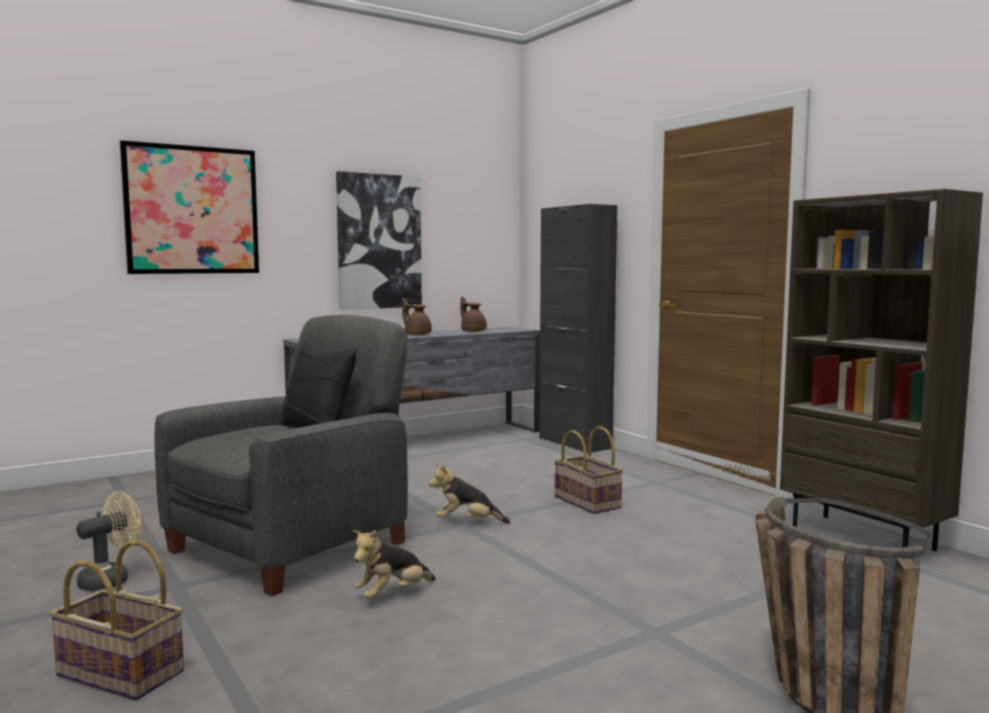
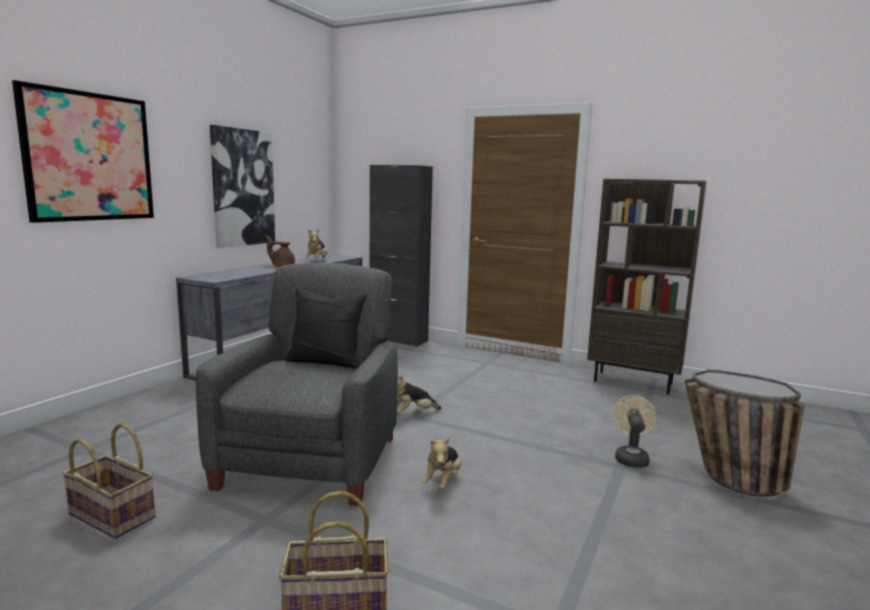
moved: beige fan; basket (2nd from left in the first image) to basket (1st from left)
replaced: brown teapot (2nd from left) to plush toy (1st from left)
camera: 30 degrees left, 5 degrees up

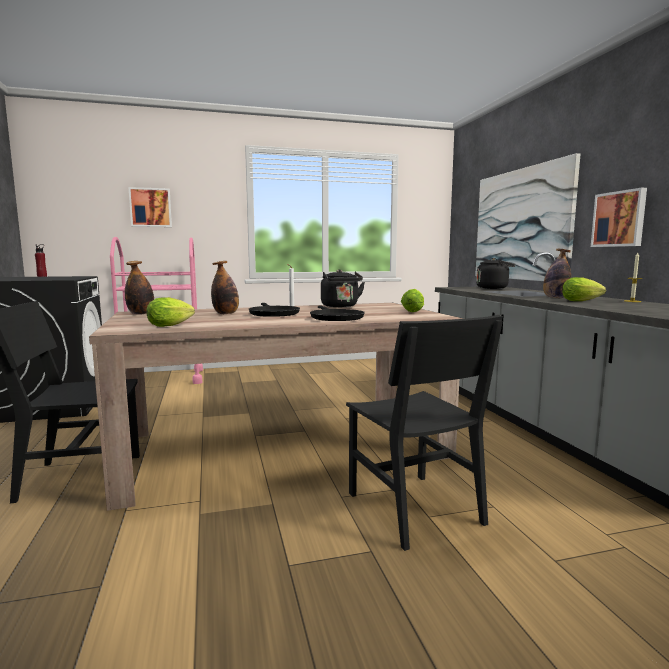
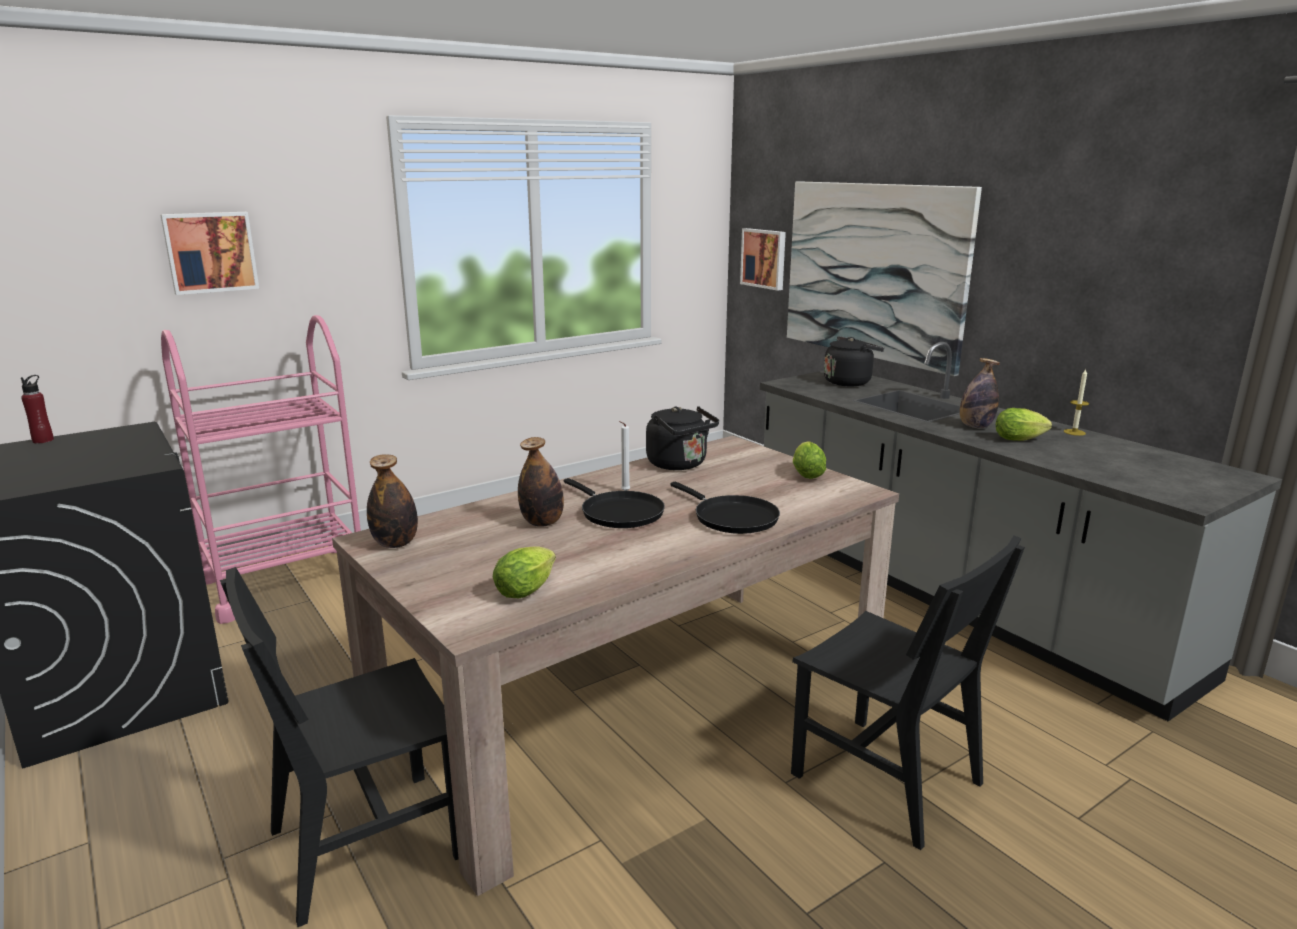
moved: picture (3rd from left in the first image) to picture (2nd from left)
camera: 20 degrees left, 10 degrees up

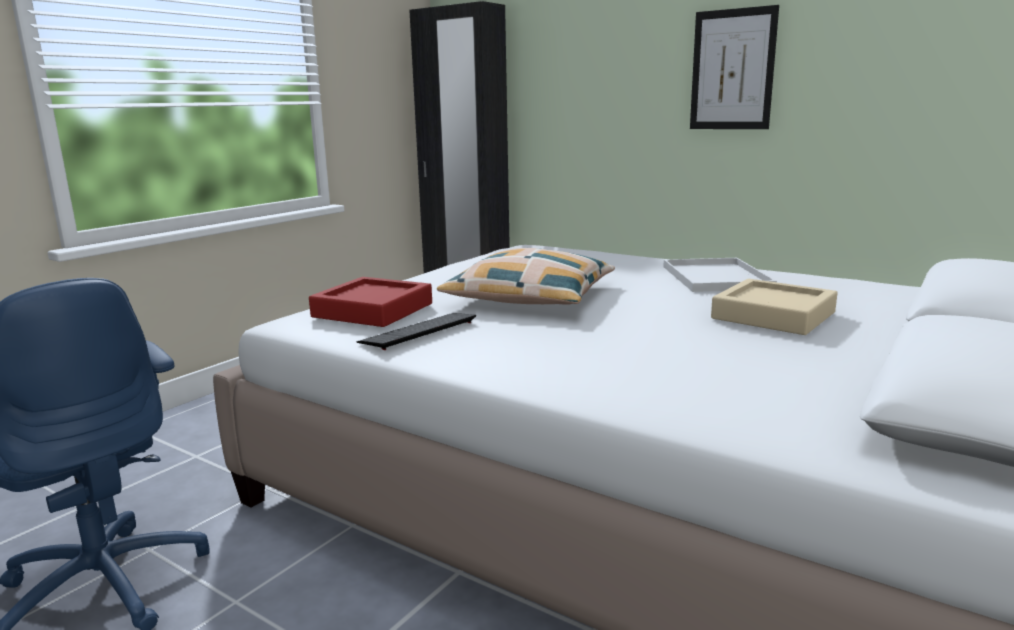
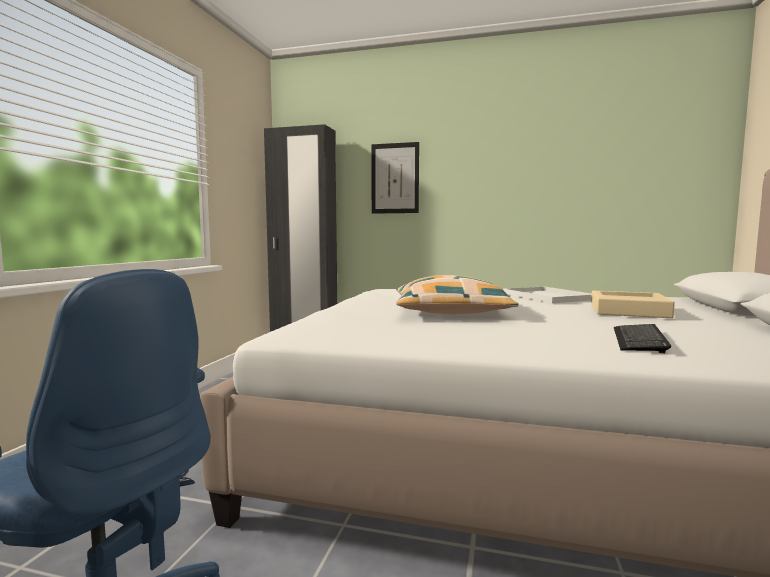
removed: red tray
moved: keyboard; picture
camera: 20 degrees left, 10 degrees down

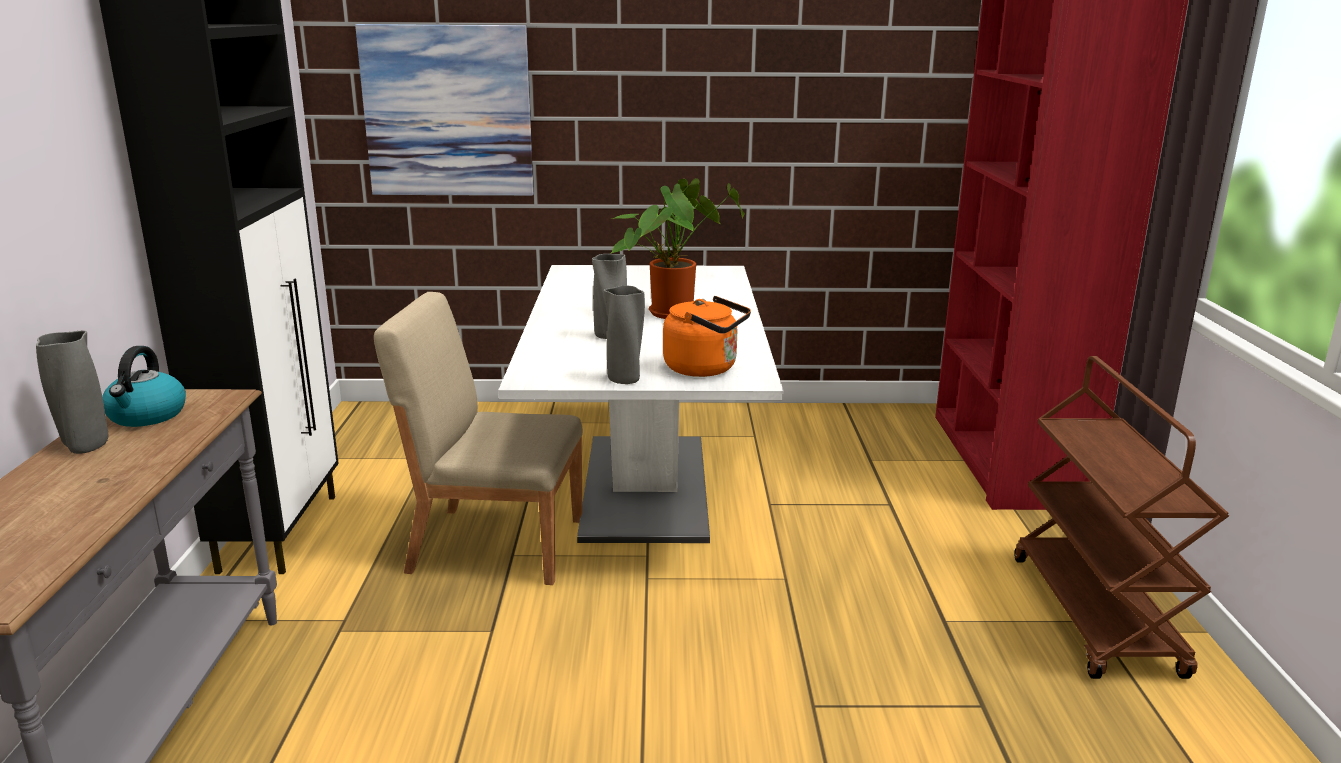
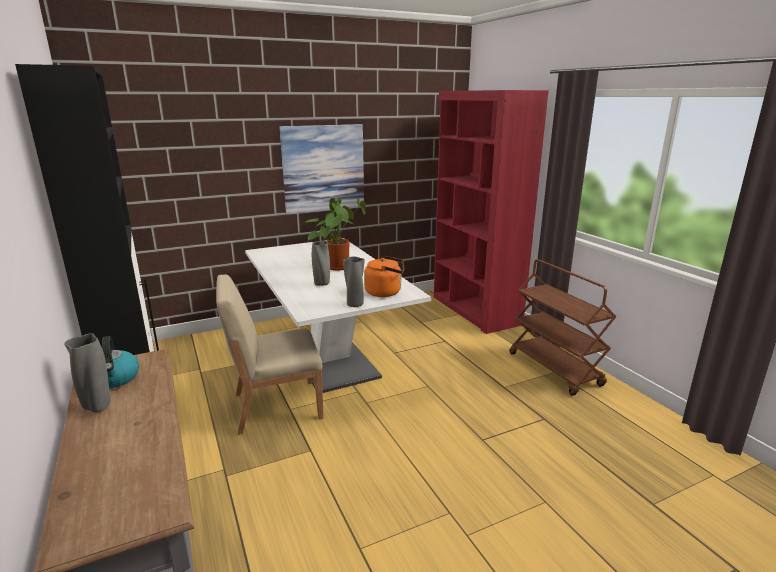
moved: picture
camera: 25 degrees left, 0 degrees up

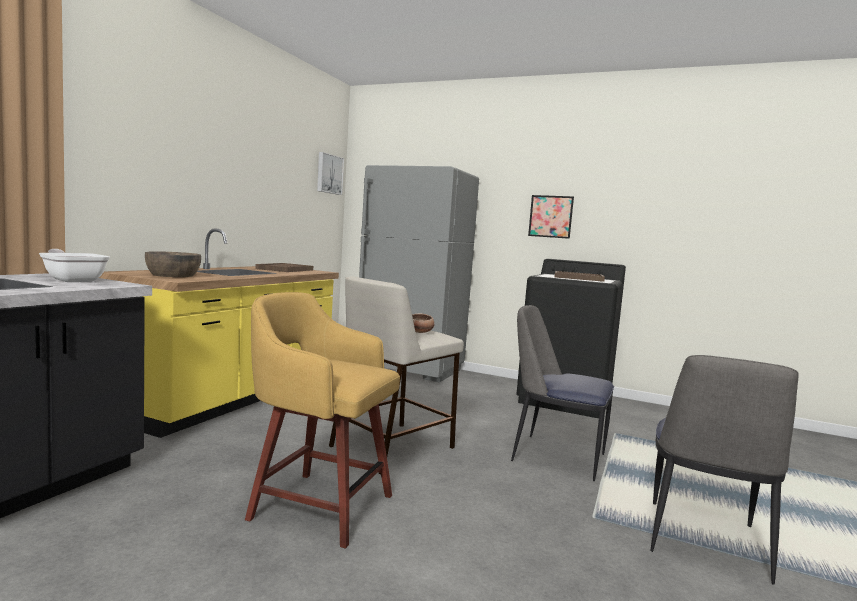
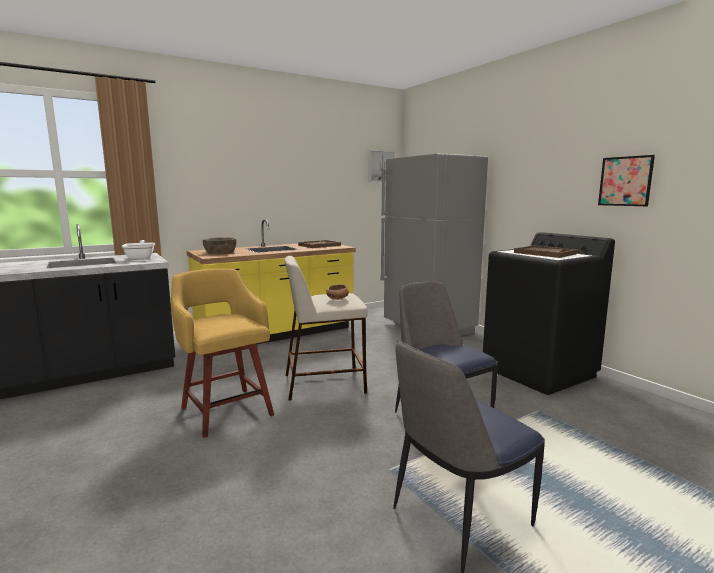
moved: picture (2nd from left)
camera: 35 degrees right, 5 degrees up

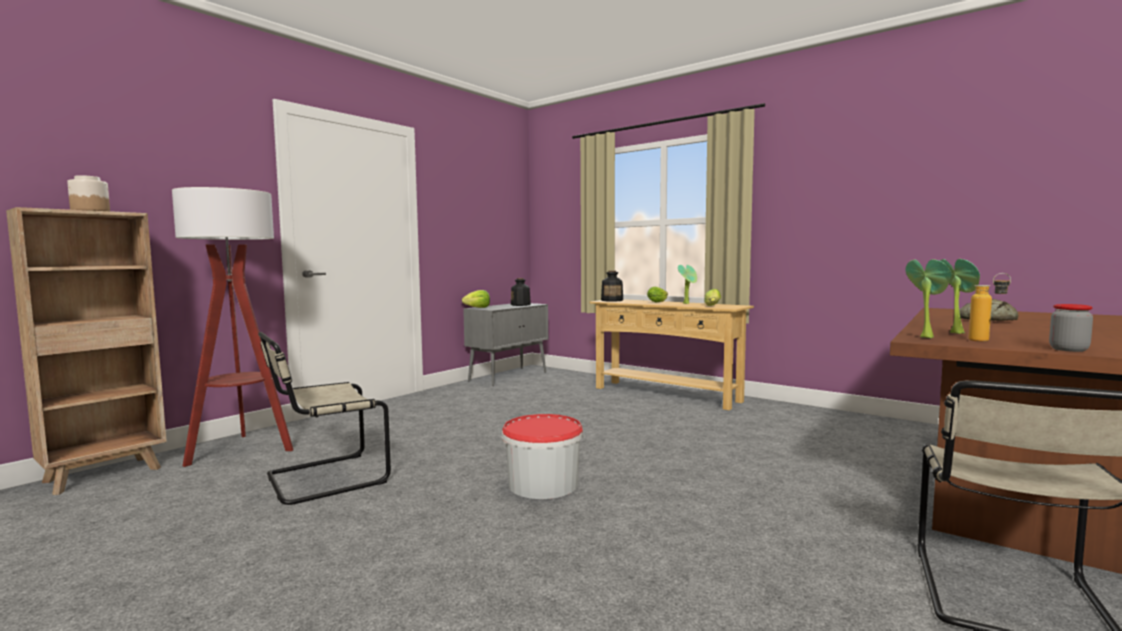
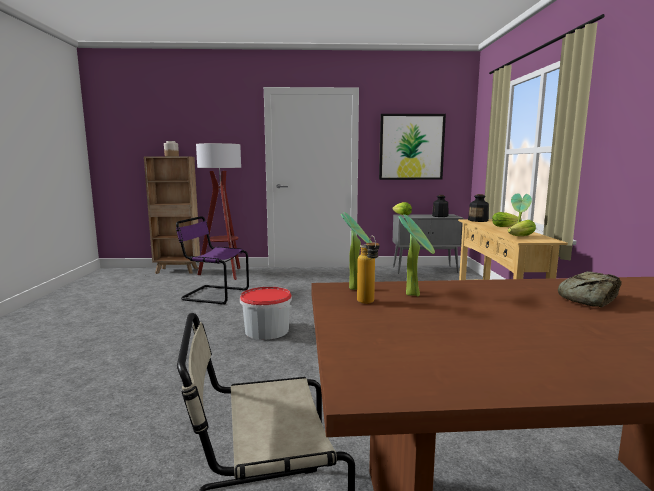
removed: jar (2nd from left)
added: picture
recoloured: beige chair (1st from left) to purple chair
camera: 50 degrees right, 5 degrees up

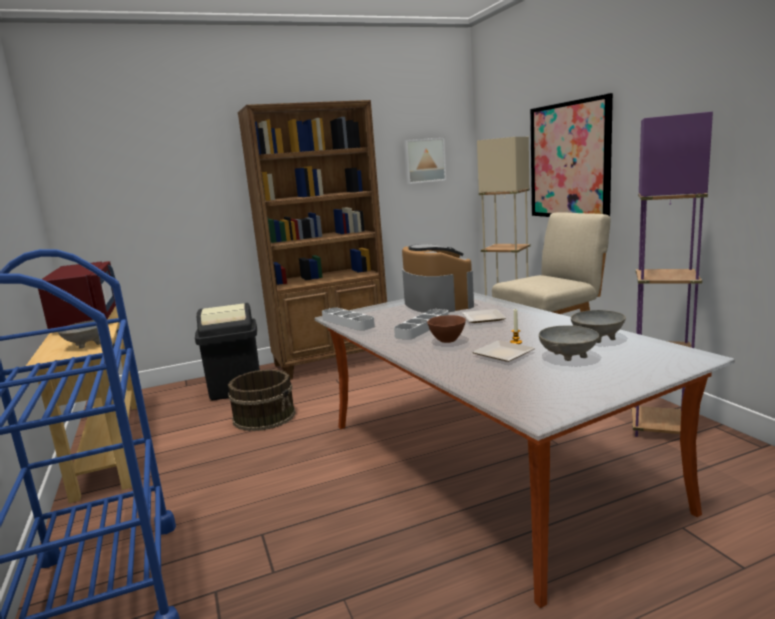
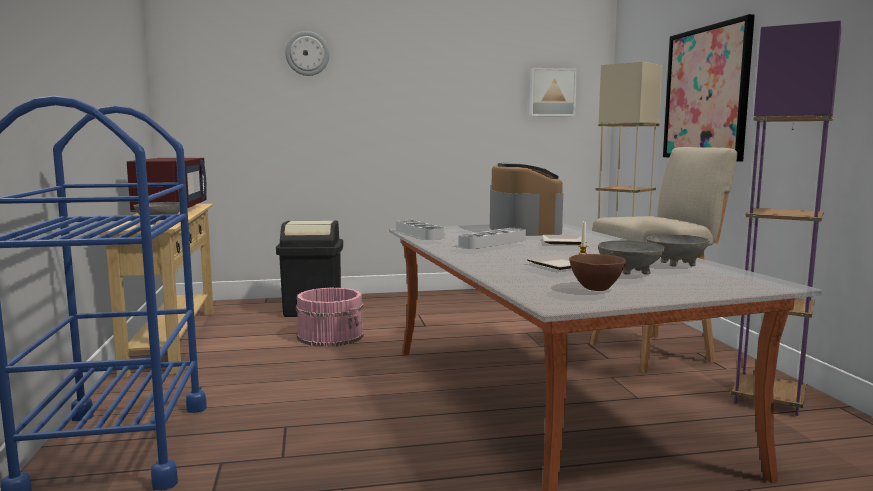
removed: brown bookcase
added: wall clock
moved: brown bowl
recoloured: brown bucket to pink bucket
camera: 10 degrees right, 5 degrees down

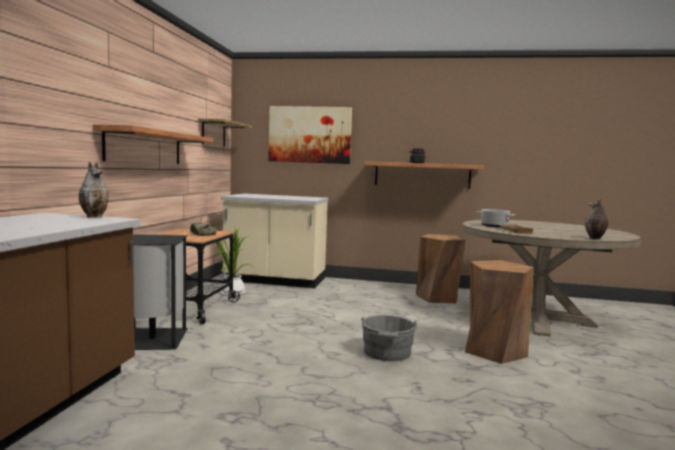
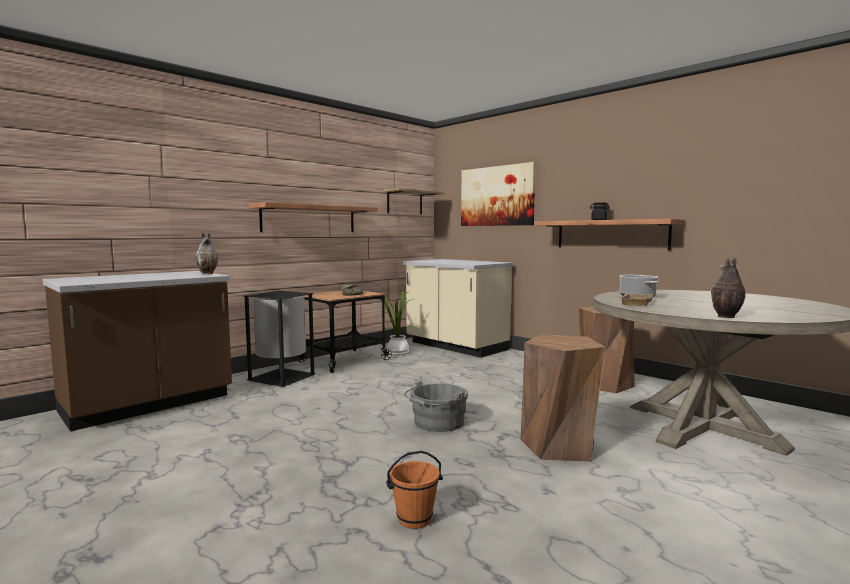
added: orange bucket
camera: 35 degrees right, 0 degrees up

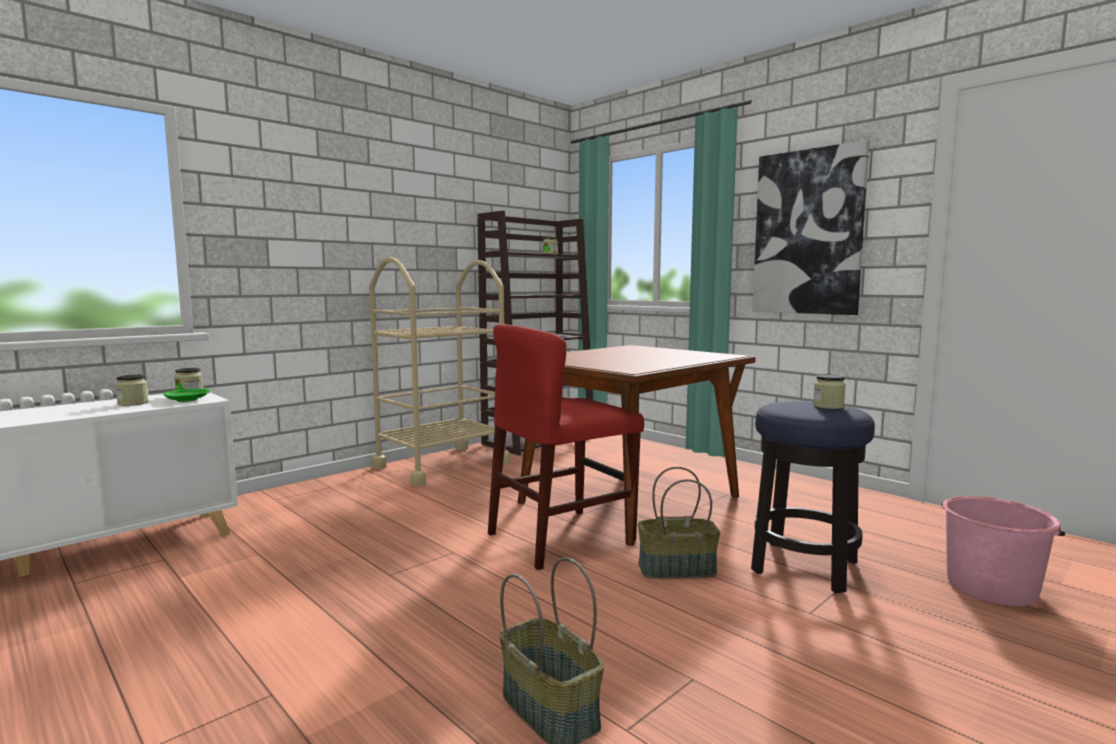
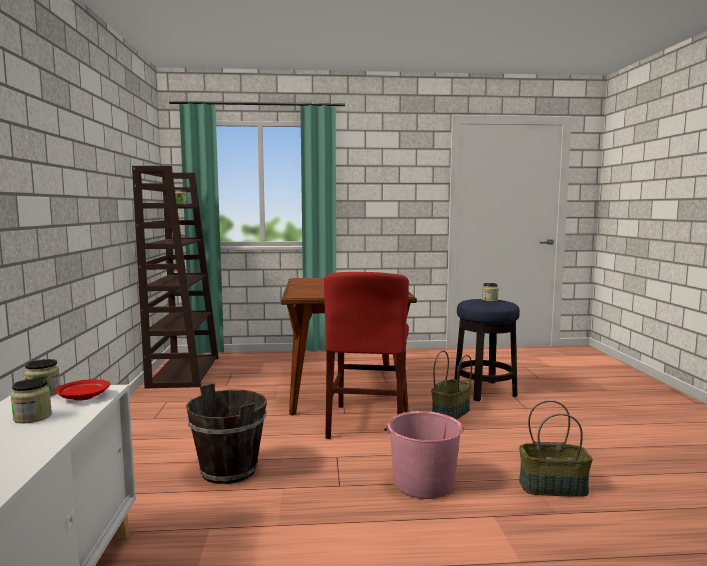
removed: beige cart; picture
added: brown bucket
moved: pink bucket
recoloured: green plate to red plate
camera: 50 degrees left, 0 degrees up

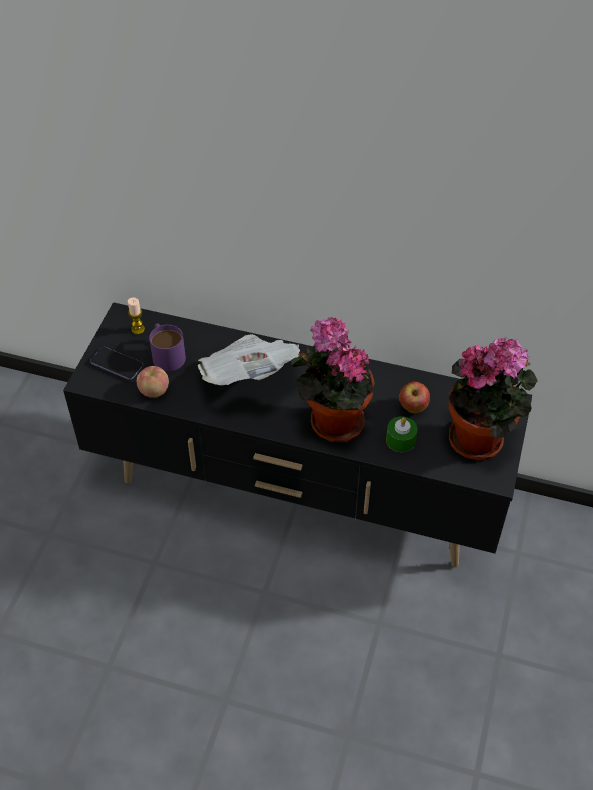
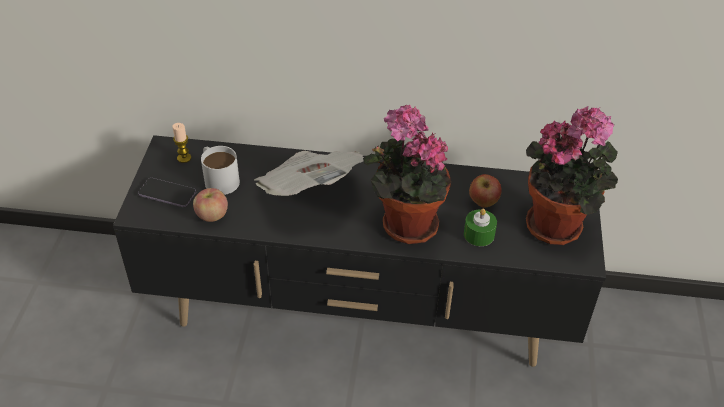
recoloured: purple mug to white mug
camera: 10 degrees left, 5 degrees down

